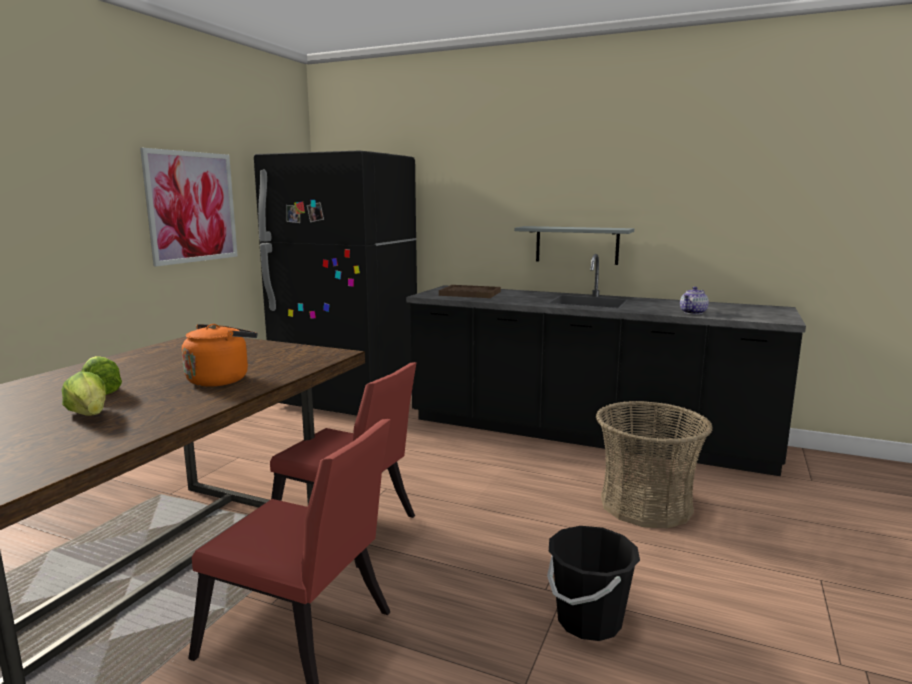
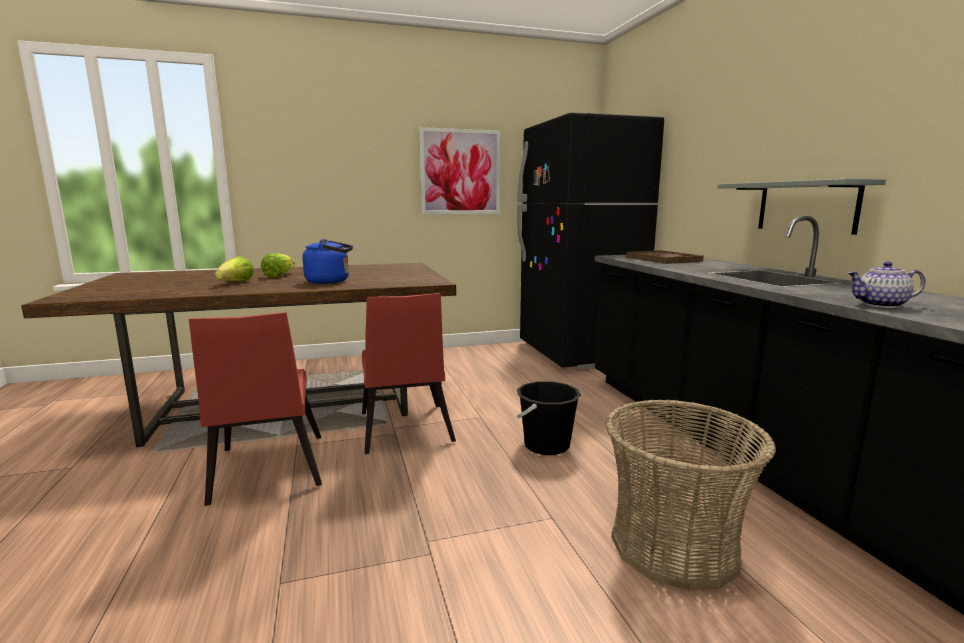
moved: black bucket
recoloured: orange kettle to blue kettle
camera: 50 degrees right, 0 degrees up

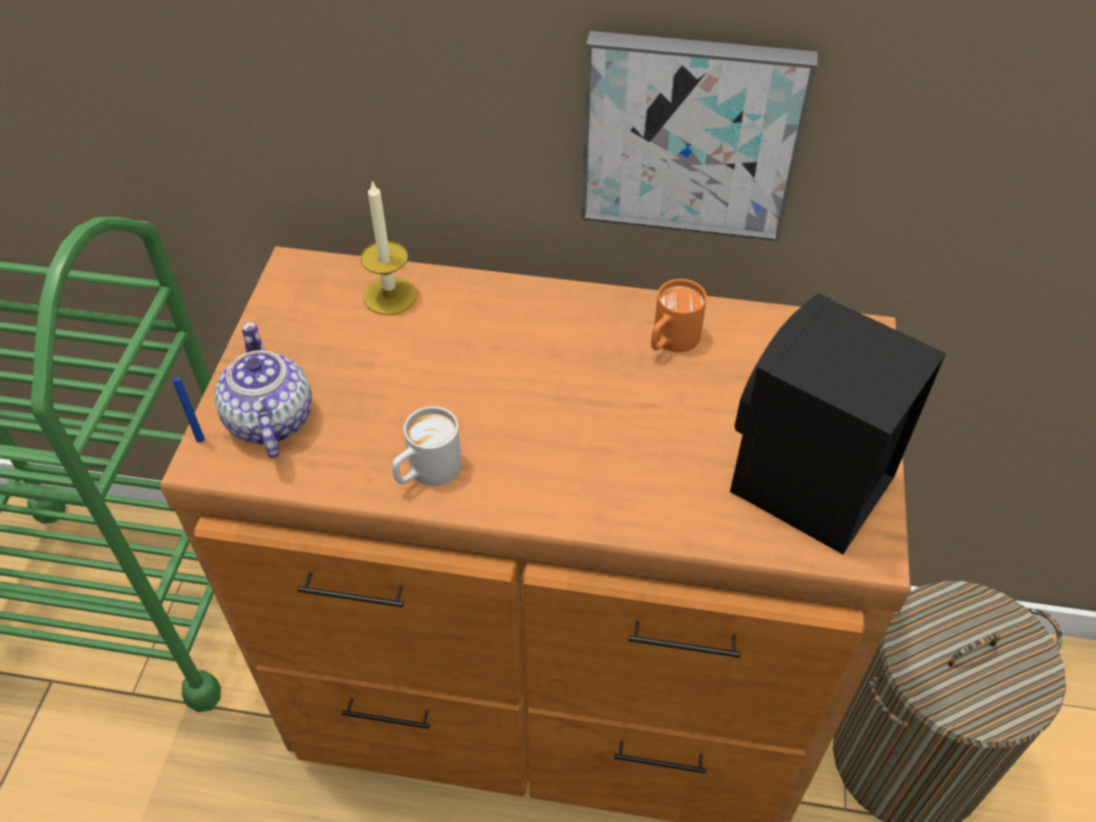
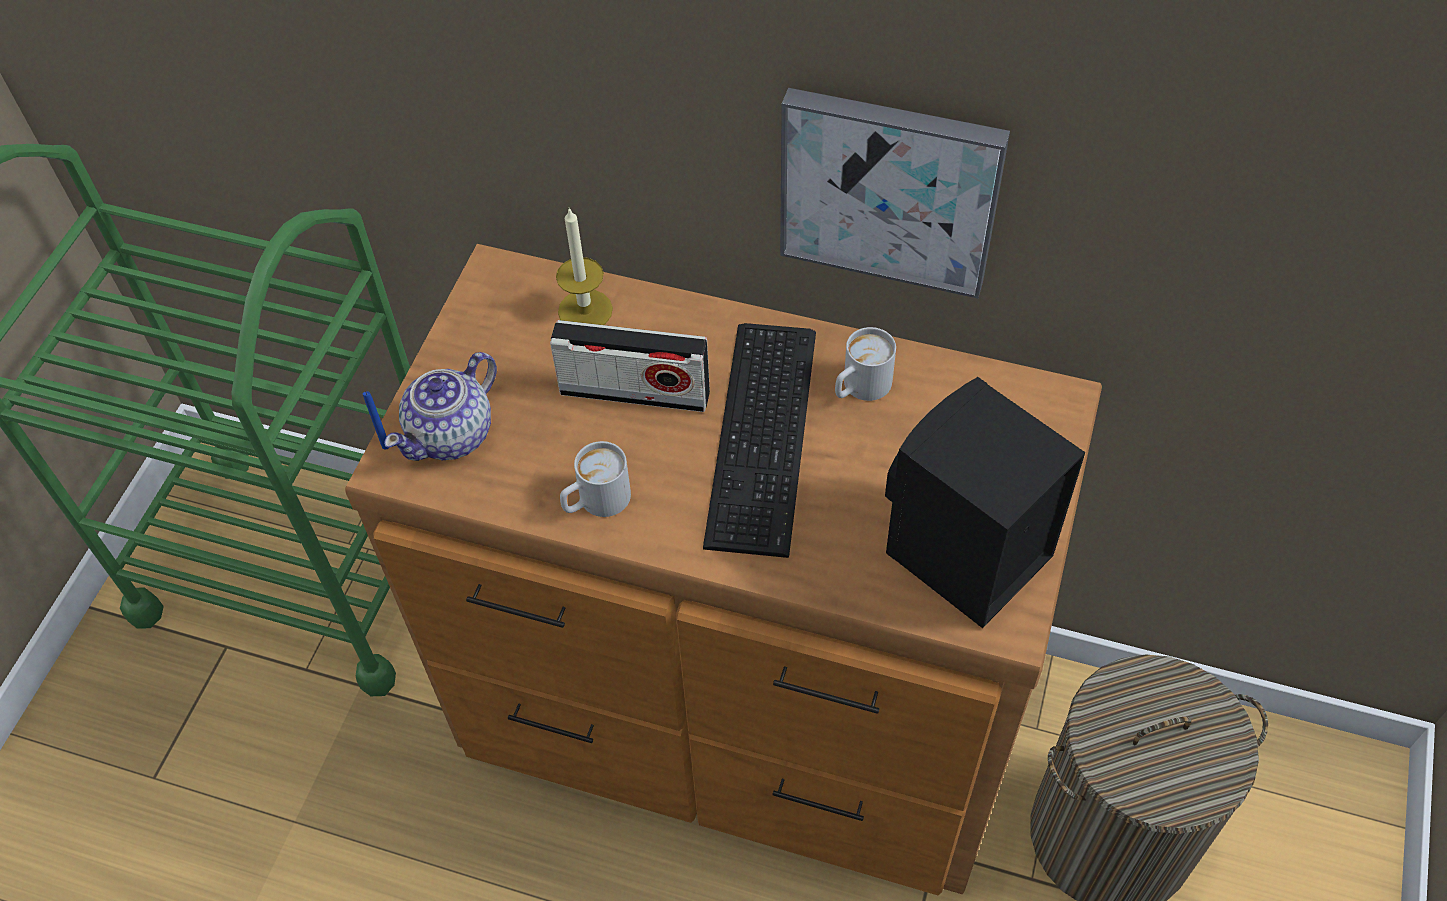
added: radio; keyboard
recoloured: orange mug to white mug (2nd from left)
turned: teapot 135 degrees counterclockwise
camera: 10 degrees right, 5 degrees up

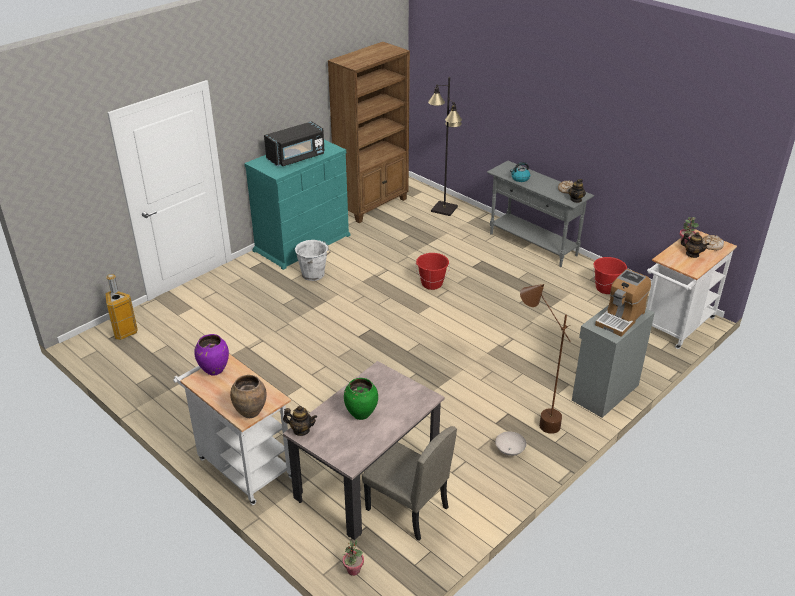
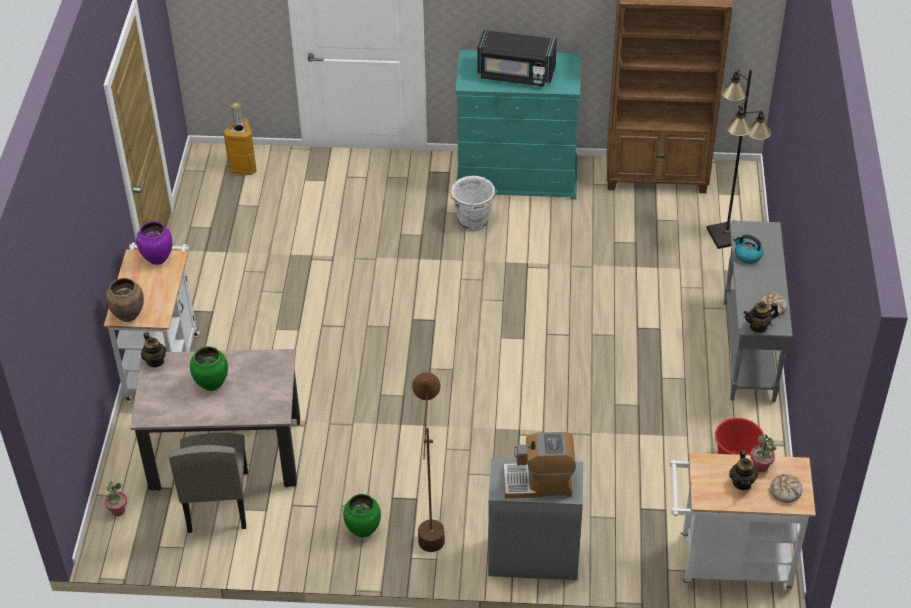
removed: red bucket (1st from left)
replaced: white bowl to green vase (2nd from left)
camera: 50 degrees right, 10 degrees up

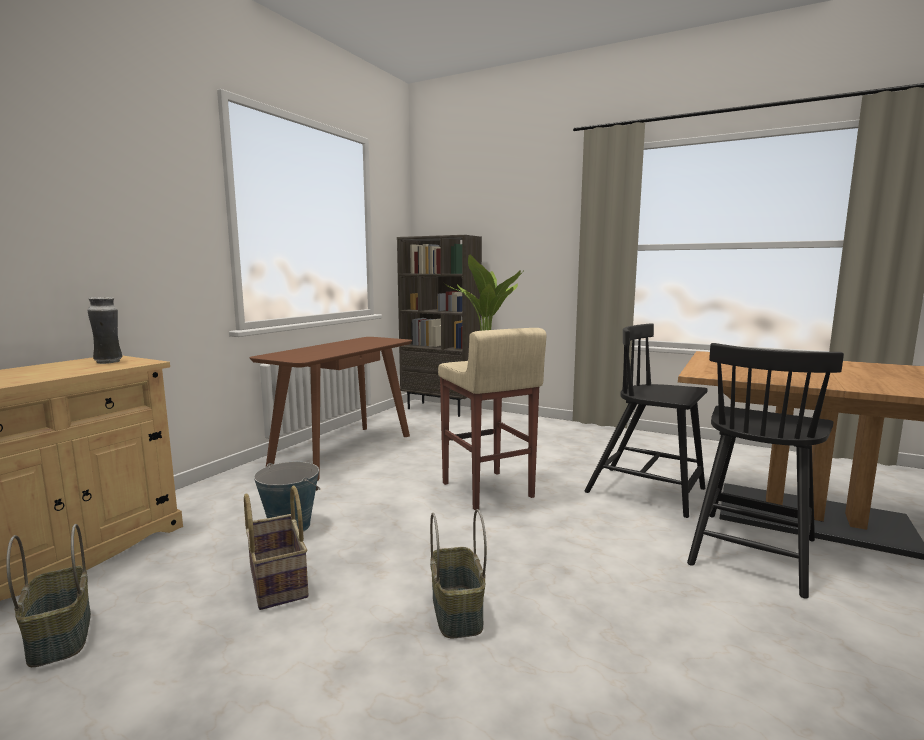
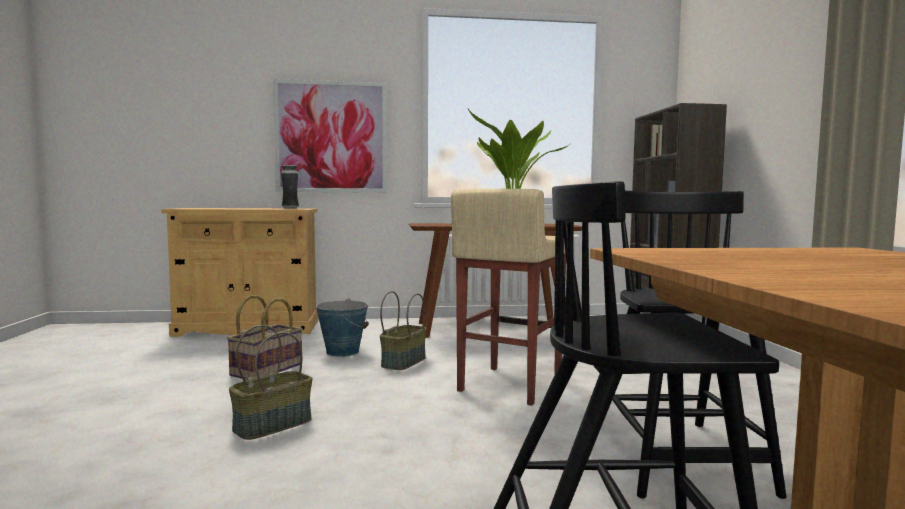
added: picture
moved: basket (1st from left in the first image) to basket (3rd from left)
camera: 55 degrees right, 5 degrees down

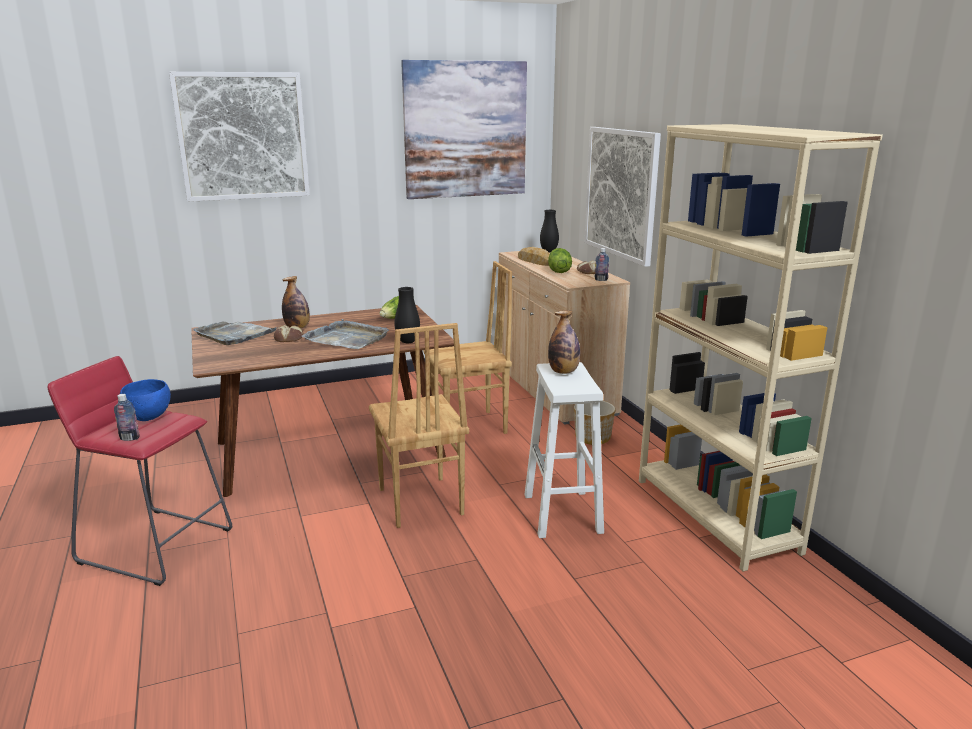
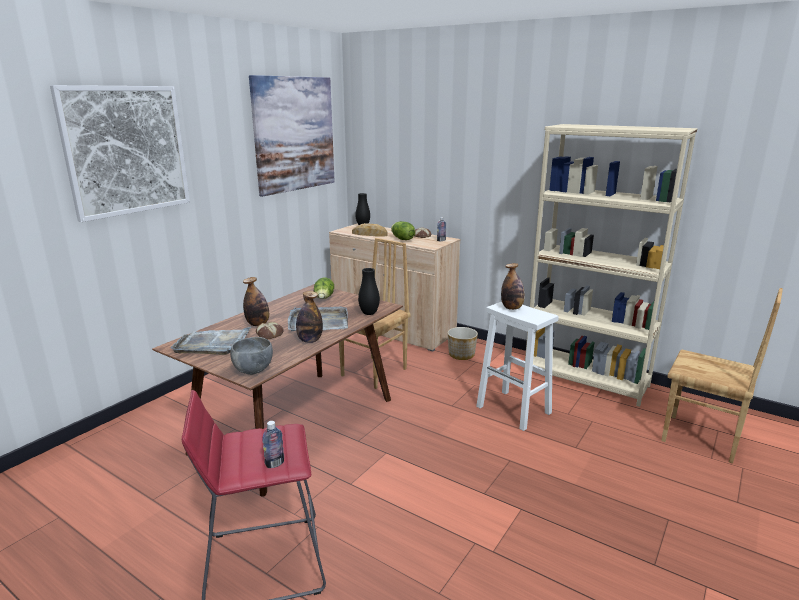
removed: blue bowl; picture (3rd from left)
added: grey bowl; bottle (3rd from left)
moved: brown chair (1st from left in the first image) to brown chair (2nd from left)
camera: 35 degrees left, 0 degrees up

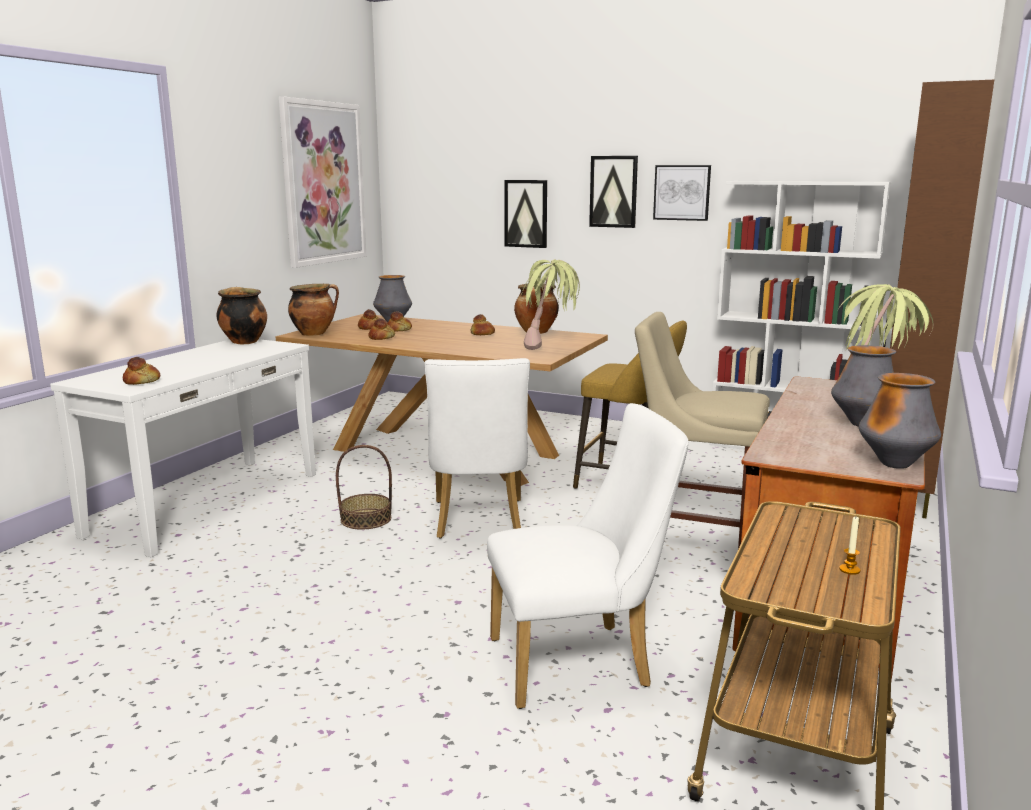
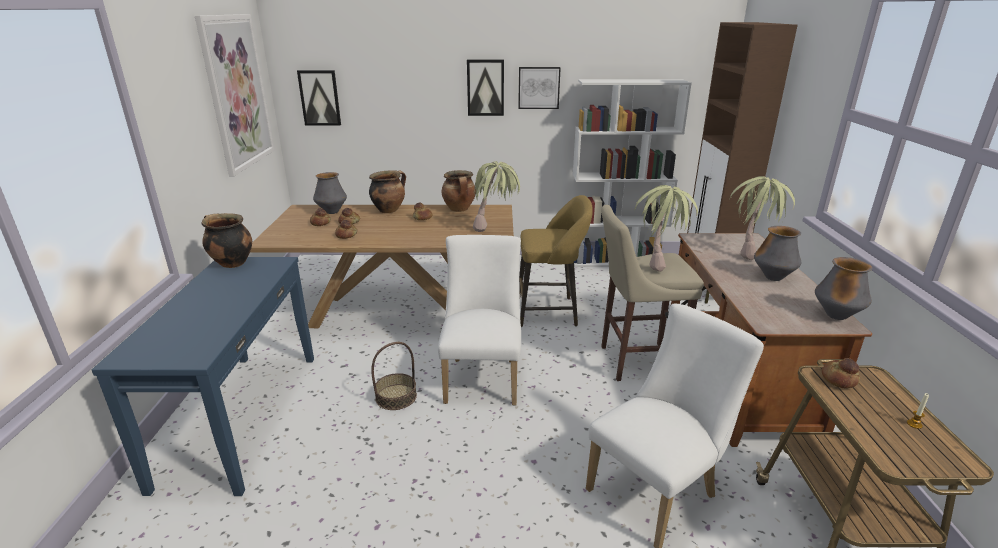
added: potted plant (2nd from left)
moved: bread (1st from left in the first image) to bread (5th from left); cooking pot (2nd from left); picture (2nd from left)
recoloured: white console table to blue console table
turned: white chair (1st from left) 150 degrees counterclockwise
camera: 25 degrees left, 10 degrees up

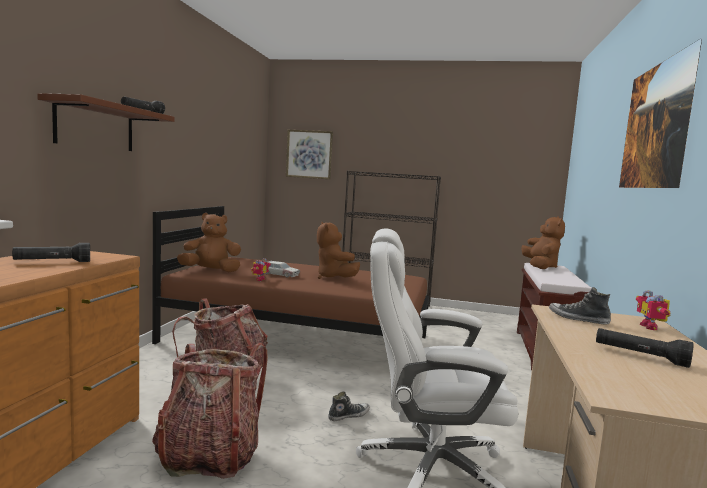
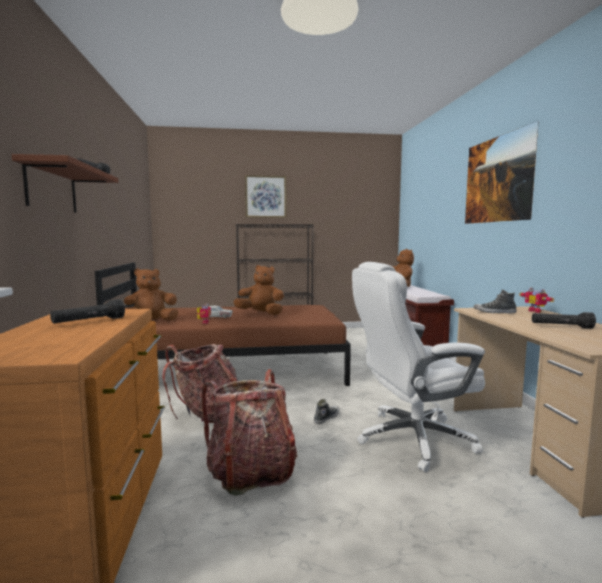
moved: picture (1st from left)
turned: brown plush toy (2nd from left) 150 degrees clockwise
camera: 20 degrees left, 0 degrees up

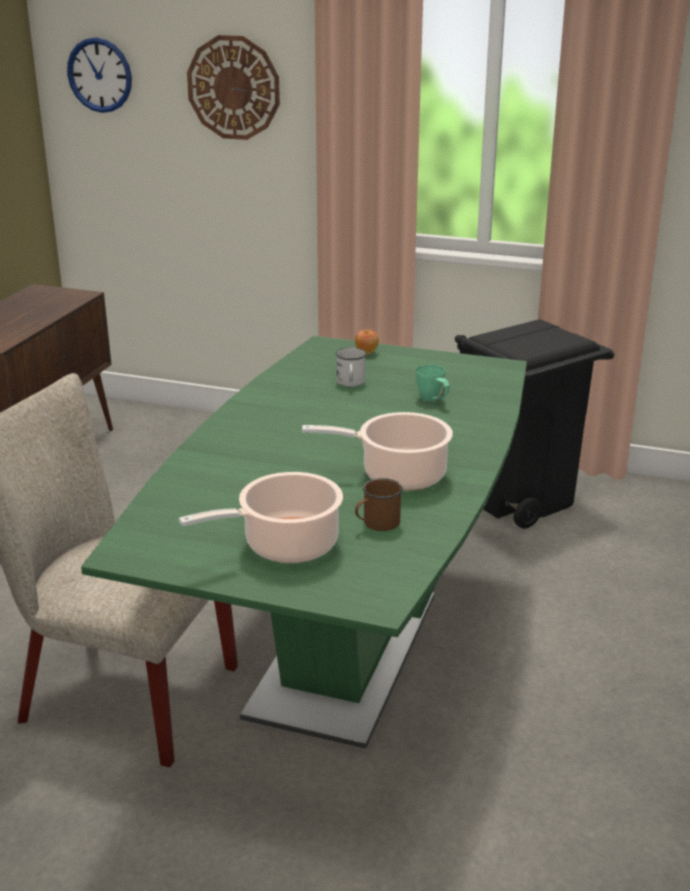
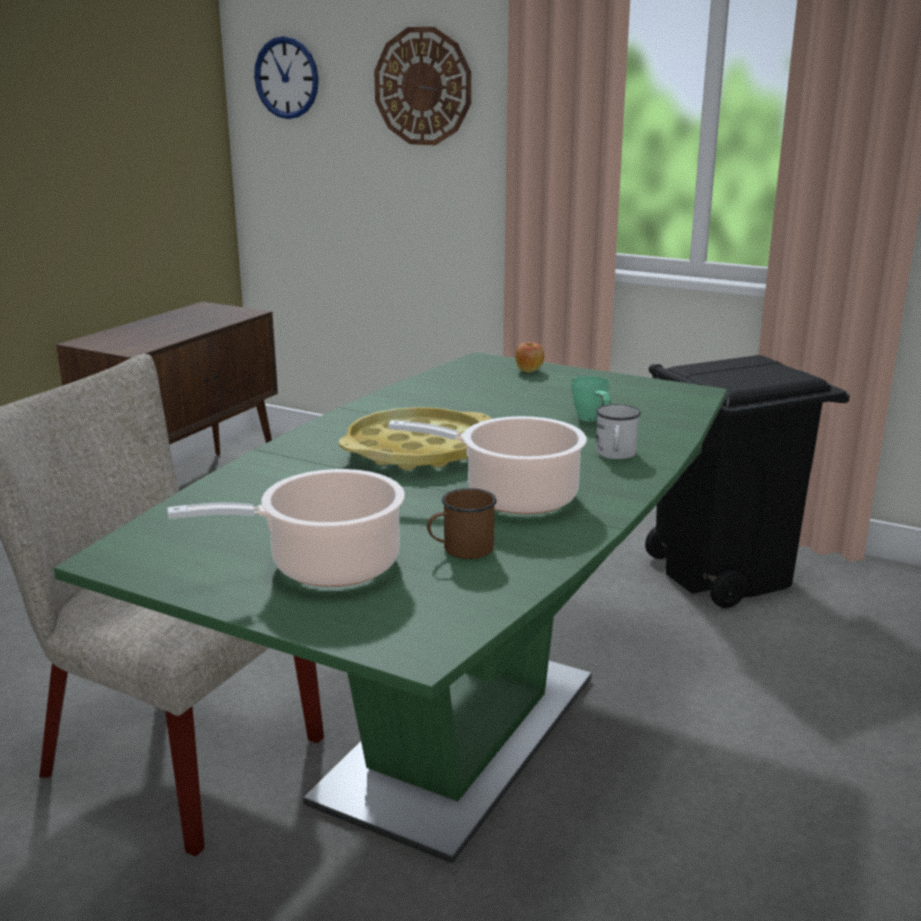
added: yellow tray
moved: white mug
camera: 10 degrees right, 5 degrees down

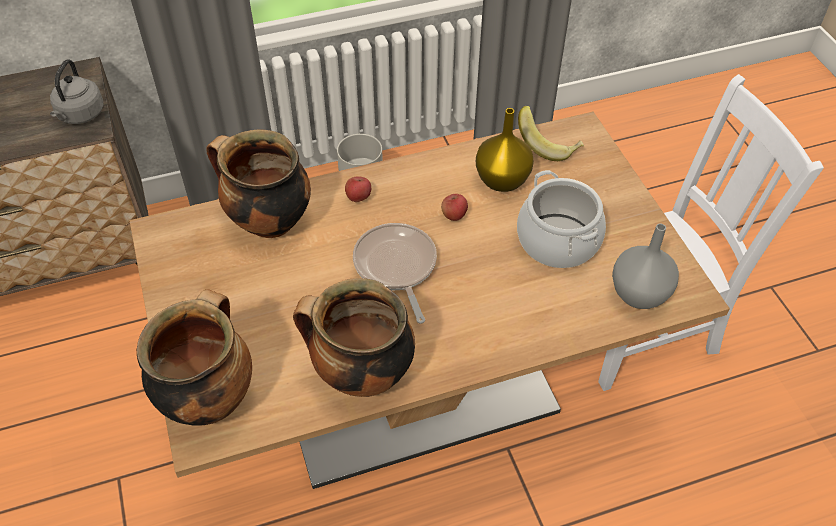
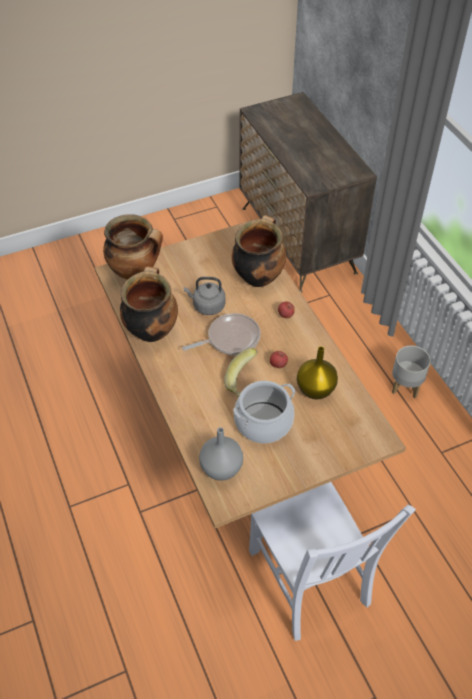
moved: grey kettle; banana
camera: 85 degrees right, 0 degrees up

